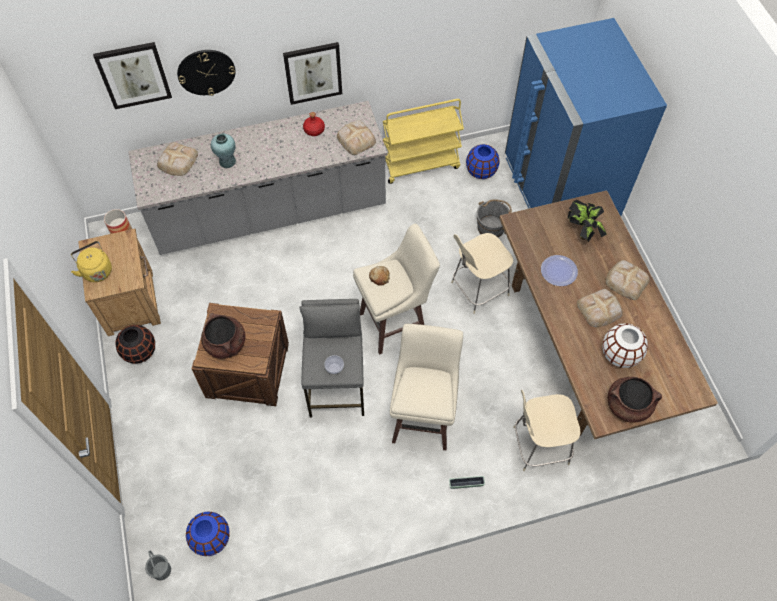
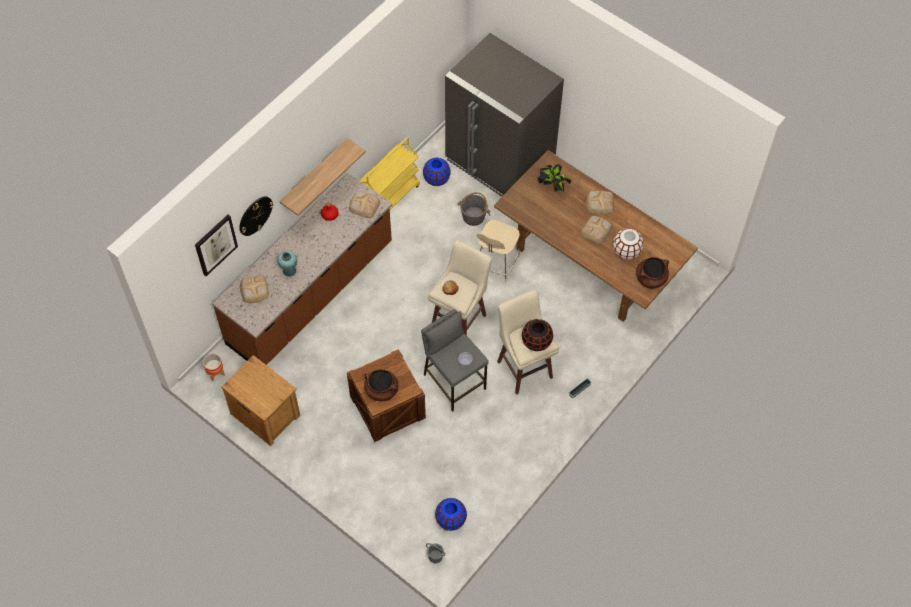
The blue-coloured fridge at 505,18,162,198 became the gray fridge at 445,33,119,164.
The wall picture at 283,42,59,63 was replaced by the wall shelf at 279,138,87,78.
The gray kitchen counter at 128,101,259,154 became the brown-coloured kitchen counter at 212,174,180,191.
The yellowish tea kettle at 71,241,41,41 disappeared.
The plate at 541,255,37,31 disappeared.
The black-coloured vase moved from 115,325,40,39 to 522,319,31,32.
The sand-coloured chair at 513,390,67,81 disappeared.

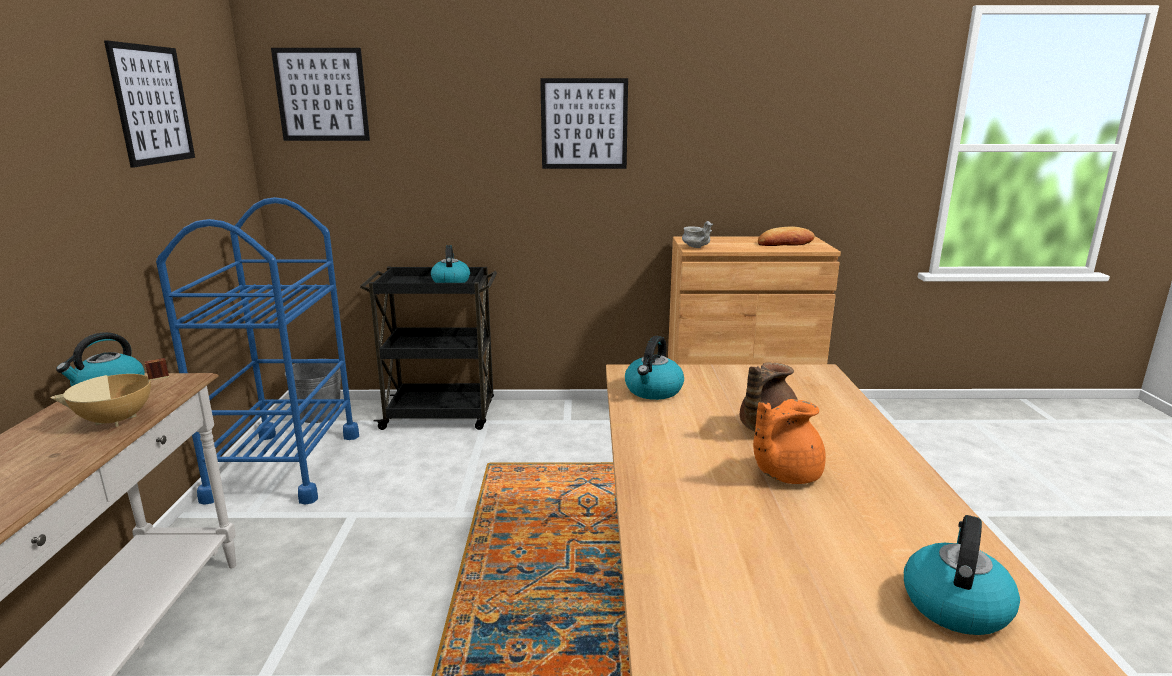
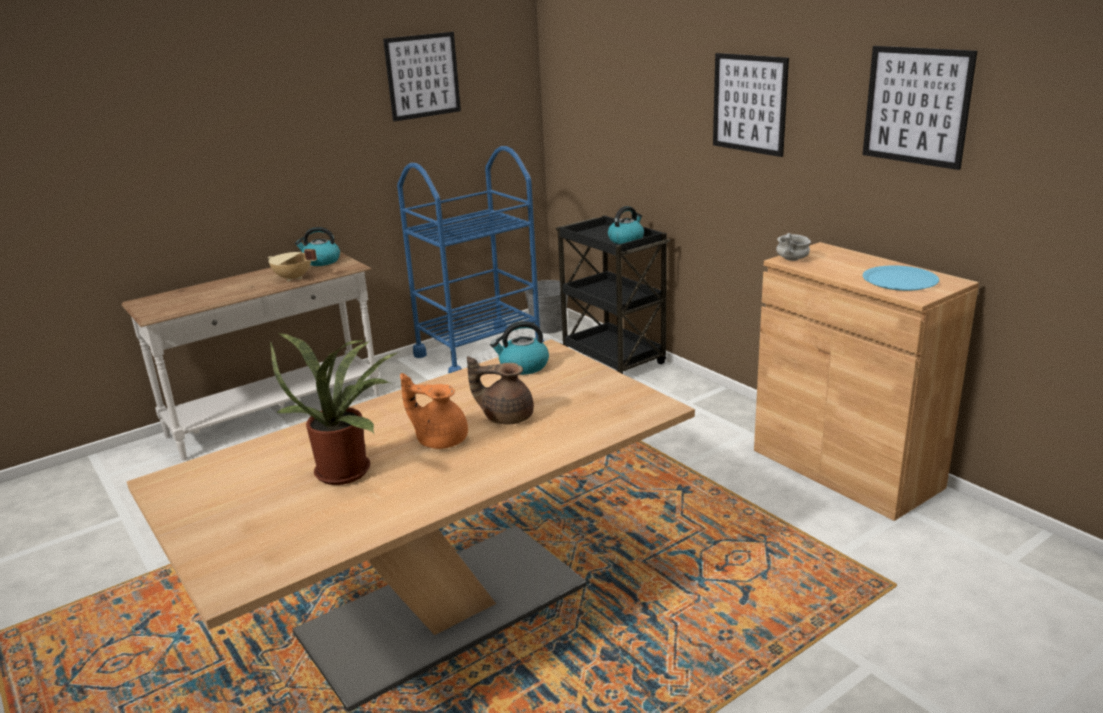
The wall picture moved from 271,48,99,93 to 863,46,114,124.
The bakery bread at 758,227,57,19 was replaced by the blue-coloured plate at 863,265,76,26.
The tea kettle at 904,515,116,120 disappeared.
The houseplant at 270,333,131,152 appeared.

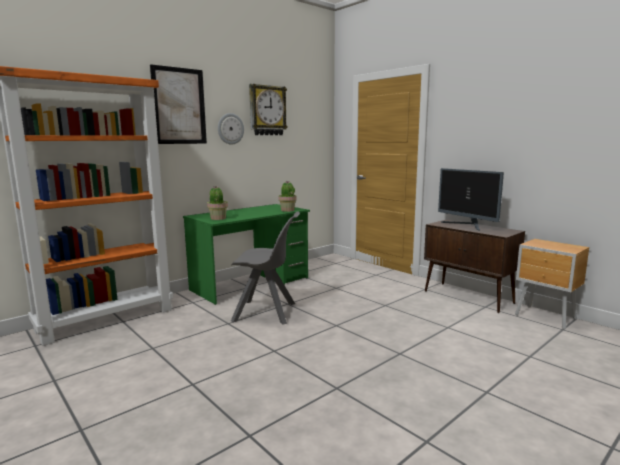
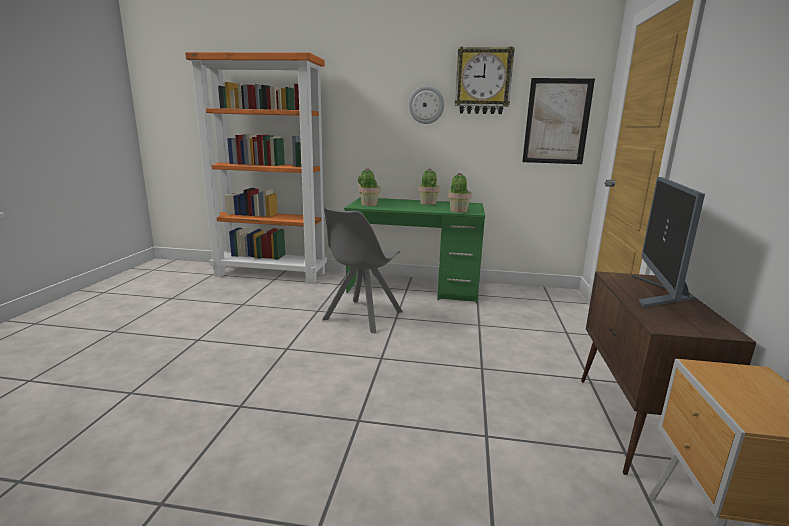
The wall picture moved from 150,64,57,80 to 522,78,73,86.
The gray chair at 231,212,69,113 turned 60 degrees clockwise.
The houseplant at 418,168,22,37 appeared.

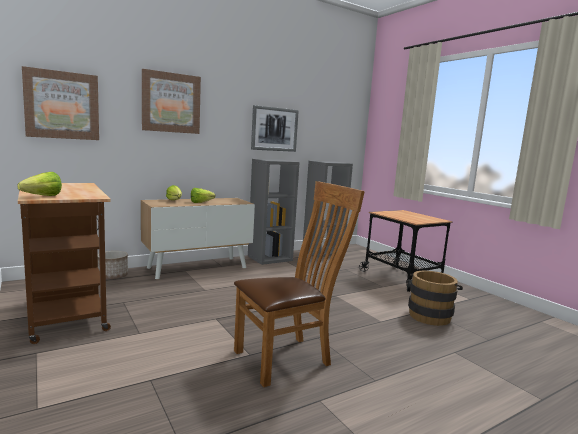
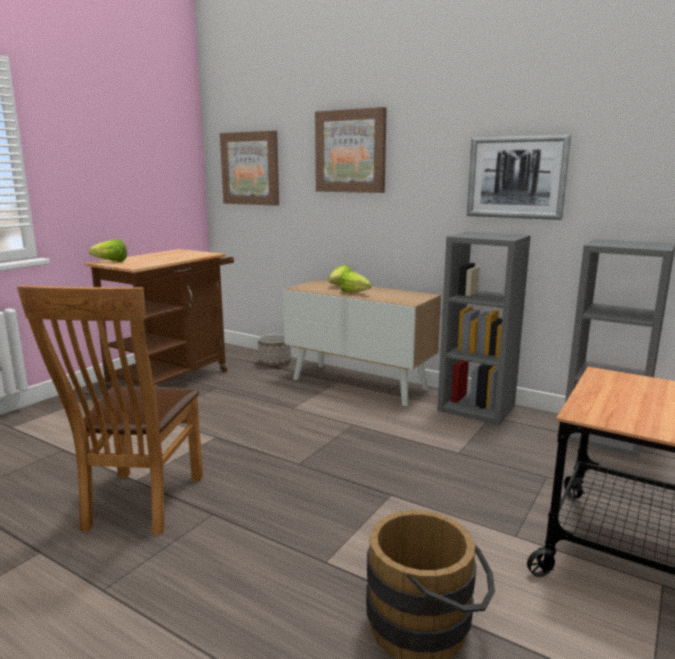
The brown-coloured chair at 234,181,131,206 turned 60 degrees clockwise.

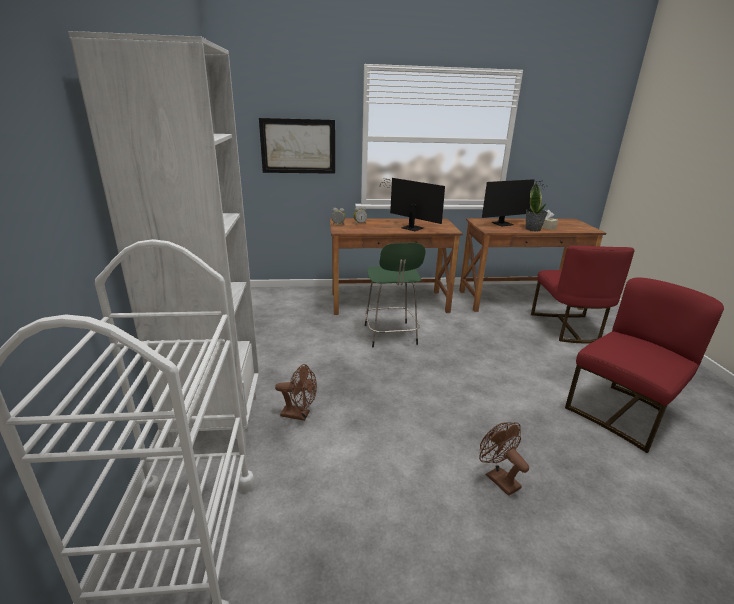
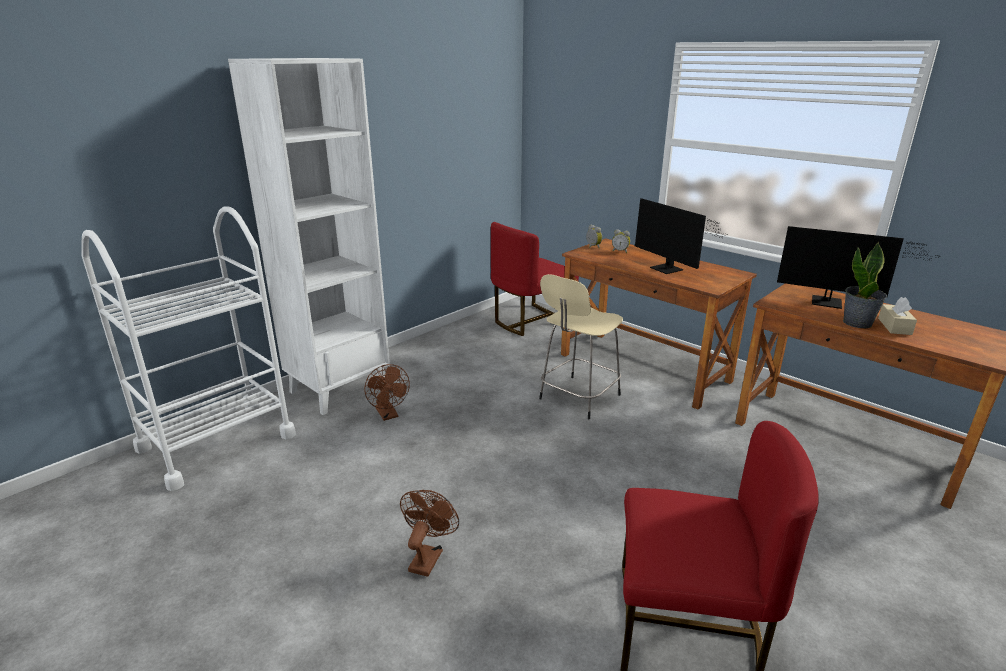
The wall picture at 259,118,76,56 disappeared.
The computer display at 379,178,66,53 turned 150 degrees clockwise.
The green-coloured stool at 365,243,61,104 became the sand-coloured stool at 539,274,84,145.
The reddish chair moved from 531,246,104,97 to 491,222,88,114.

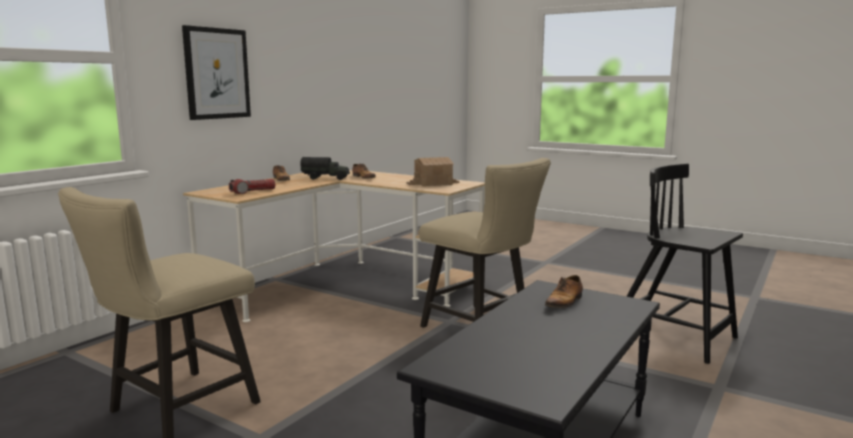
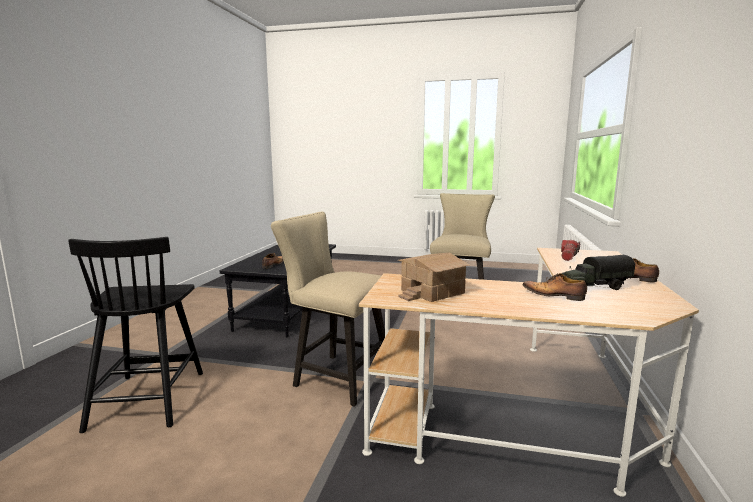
The wall picture at 182,25,69,95 disappeared.
The black-coloured chair at 626,164,117,200 turned 60 degrees clockwise.

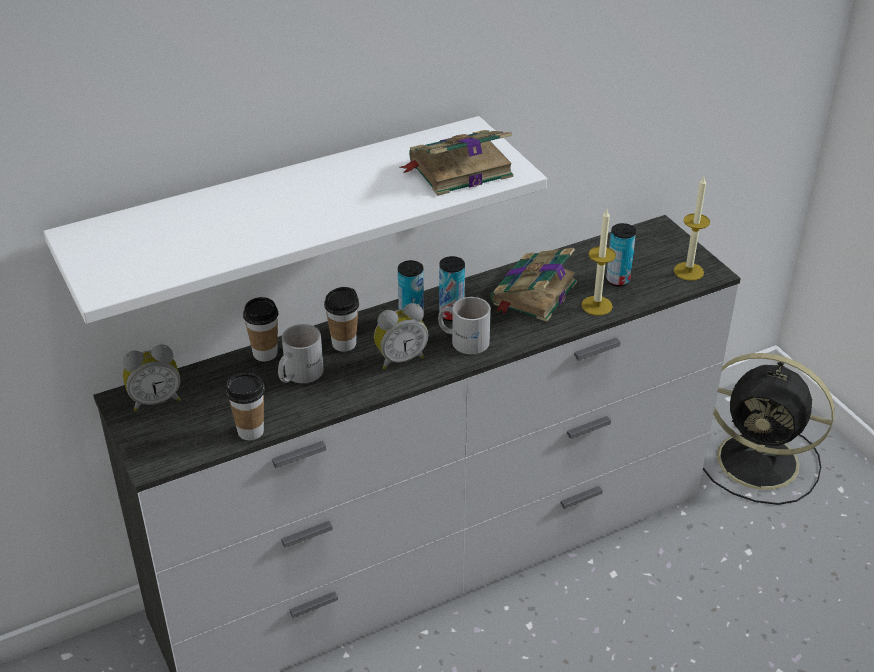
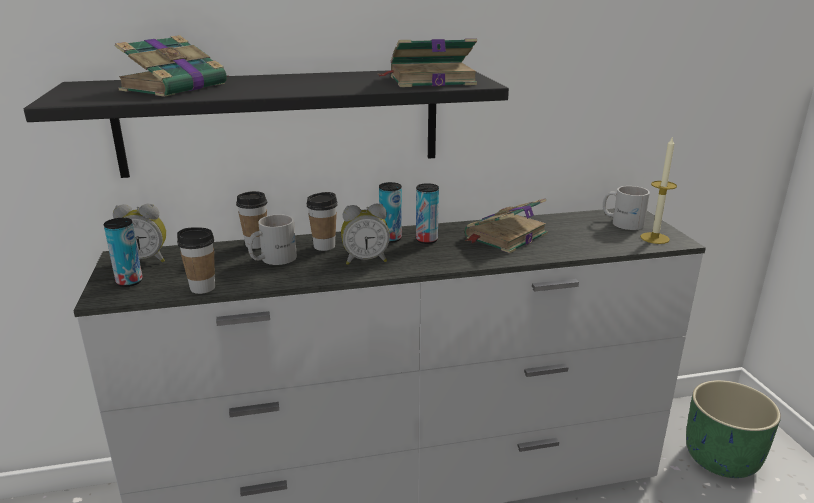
The whitish wall shelf at 44,116,503,208 became the black-coloured wall shelf at 24,70,485,108.
The wax candle at 581,209,35,107 disappeared.
The metal can moved from 606,223,30,64 to 104,218,39,69.
The whitish mug moved from 438,297,53,57 to 603,186,47,44.
The black-coloured fan at 703,353,132,152 was replaced by the green-coloured flower pot at 686,380,95,98.
The bound book at 115,35,113,62 appeared.

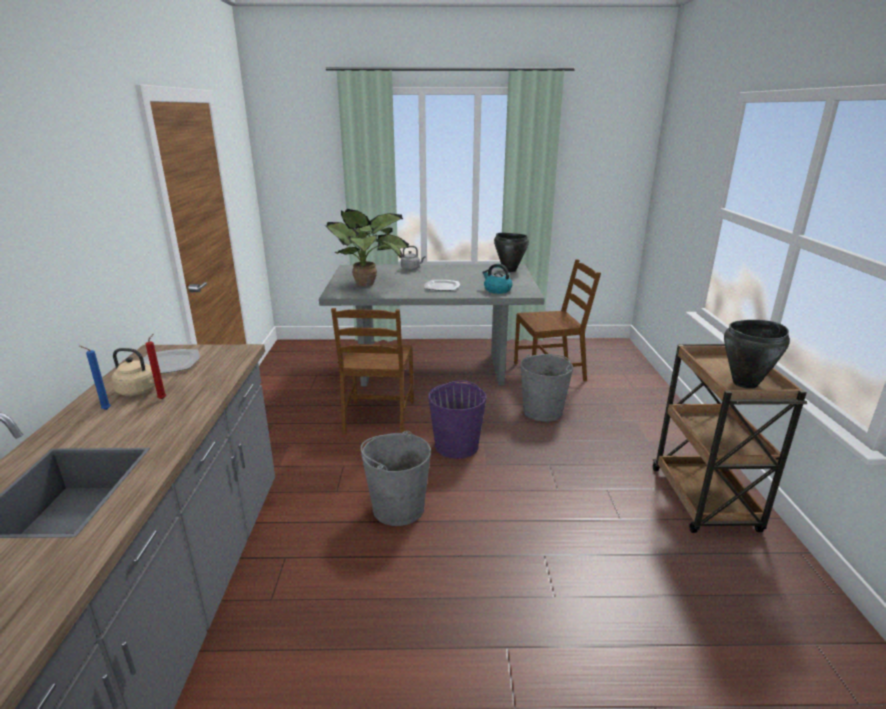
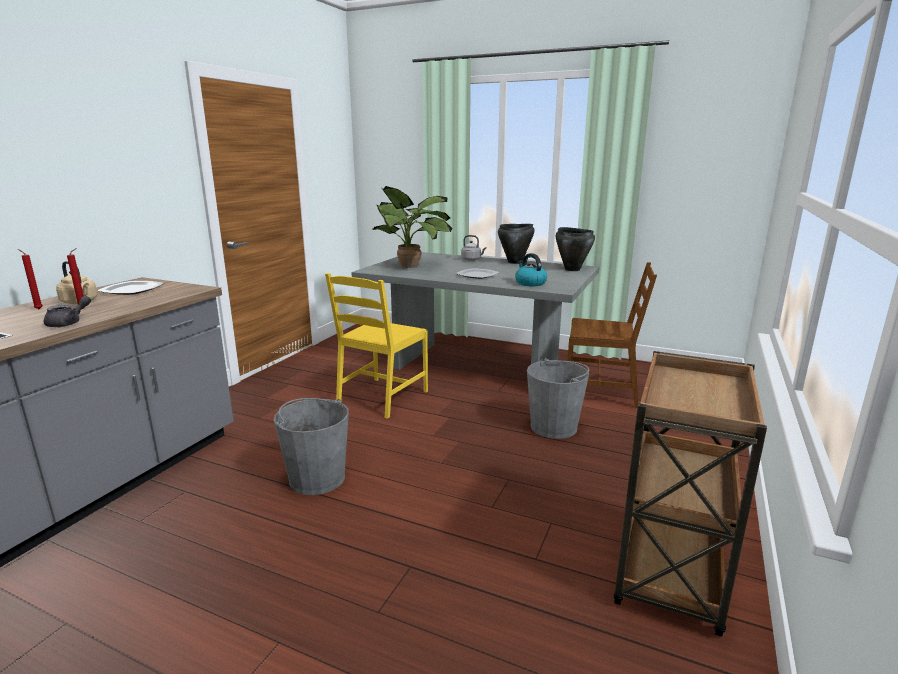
The brown-coloured chair at 331,308,83,127 became the yellowish chair at 325,273,103,146.
The black-coloured saucepot moved from 724,320,66,69 to 498,224,37,40.
The blue-coloured wax candle at 80,346,31,64 became the reddish wax candle at 18,249,25,60.
The purple pail at 428,381,59,78 disappeared.
The gray tea pot at 44,296,47,31 appeared.

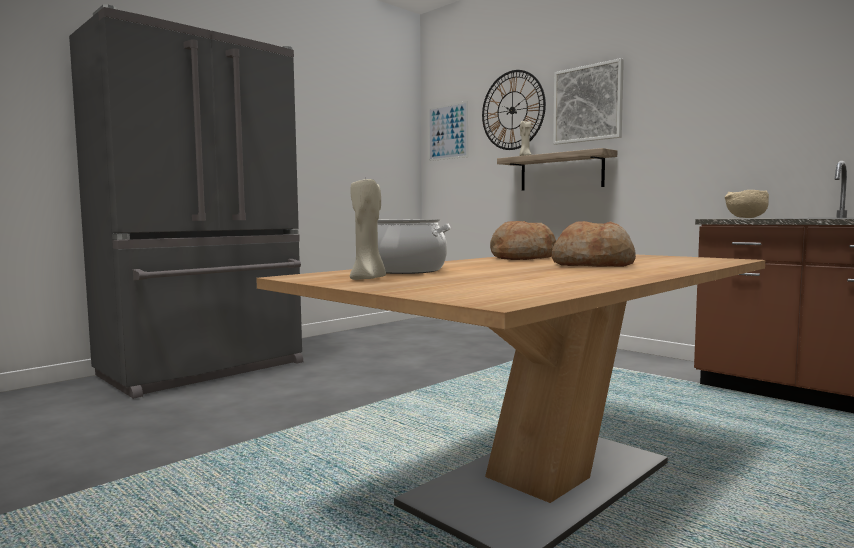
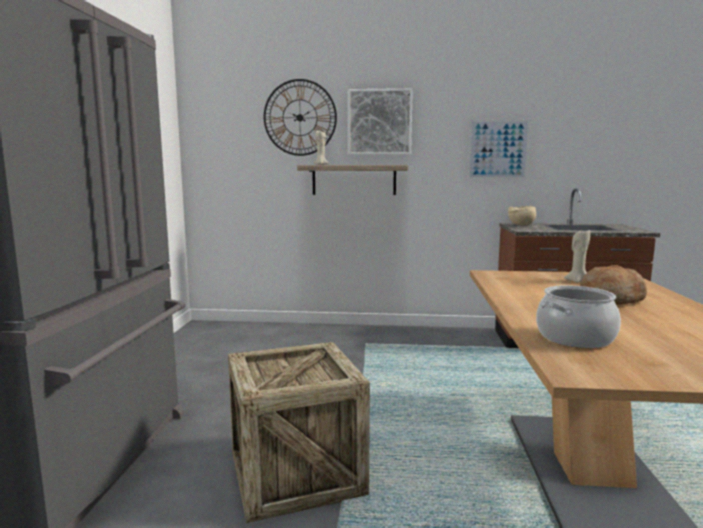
The wall picture moved from 428,101,40,60 to 468,120,62,59.
The sand-coloured wax candle moved from 350,176,36,104 to 564,230,26,53.
The bakery bread at 490,221,66,39 disappeared.
The packing crate at 228,342,142,181 appeared.

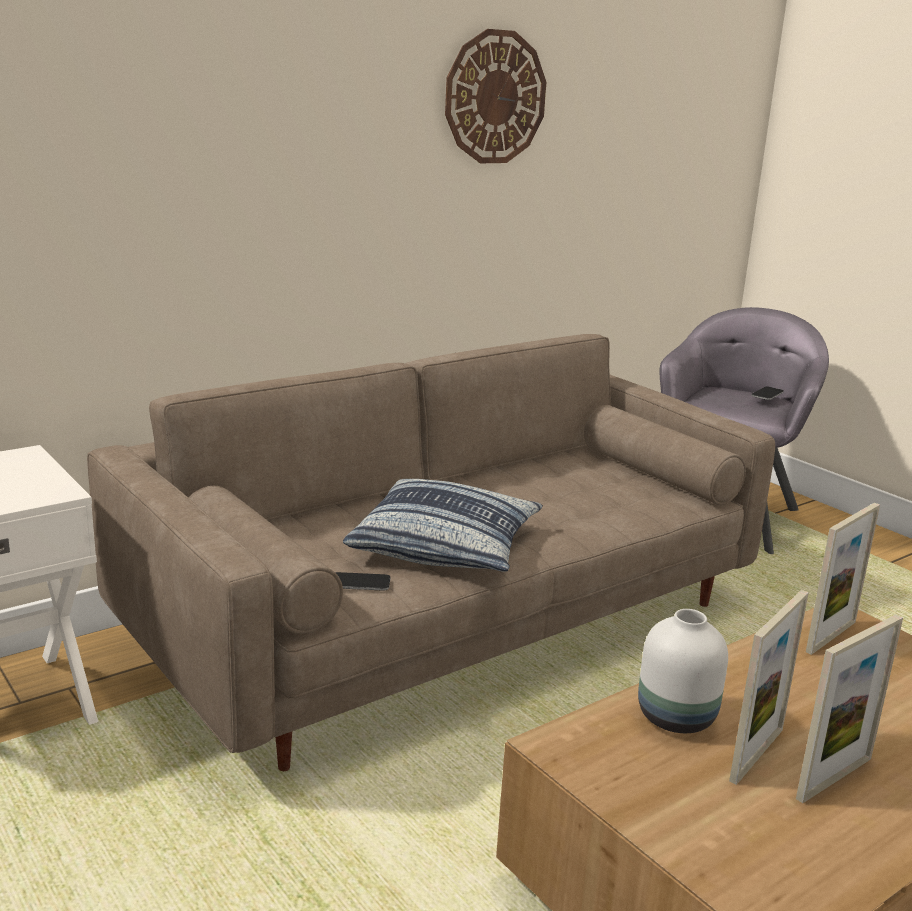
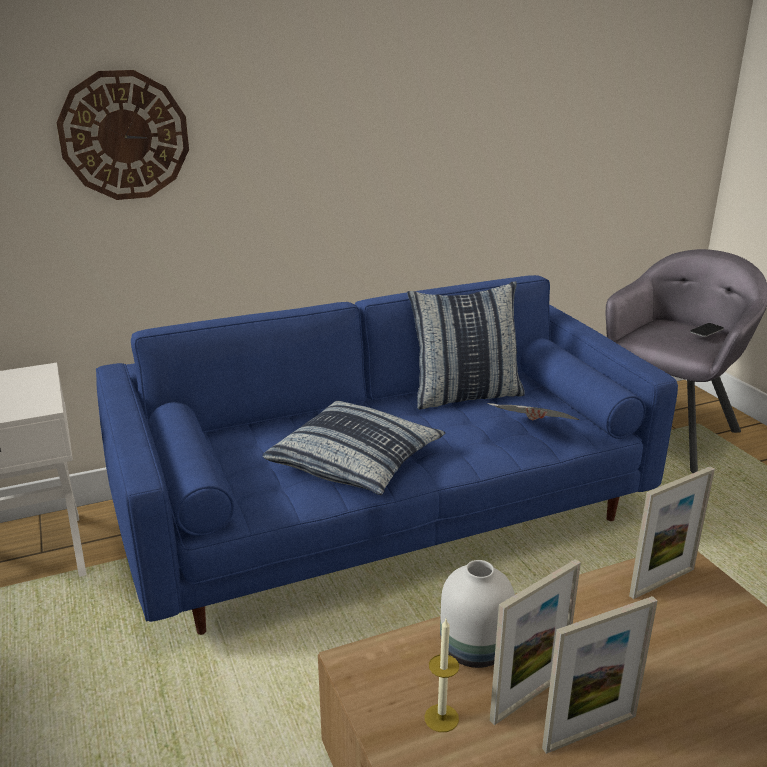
The hanging clock moved from 445,29,101,134 to 56,70,133,130.
The sand-coloured couch at 87,334,688,437 became the blue-coloured couch at 96,275,582,360.
The phone at 335,572,55,18 disappeared.
The pillow at 407,281,118,129 appeared.
The printed paper at 487,403,92,17 appeared.
The wax candle at 425,619,34,113 appeared.

